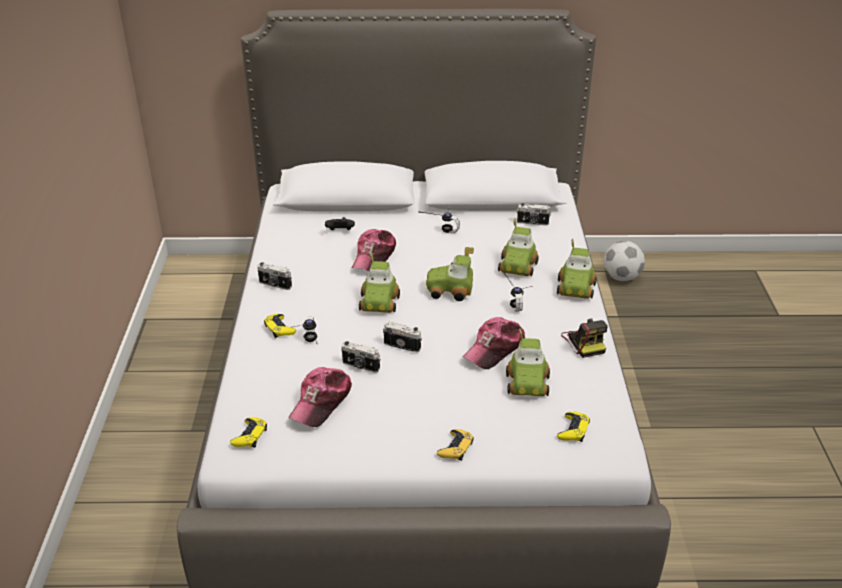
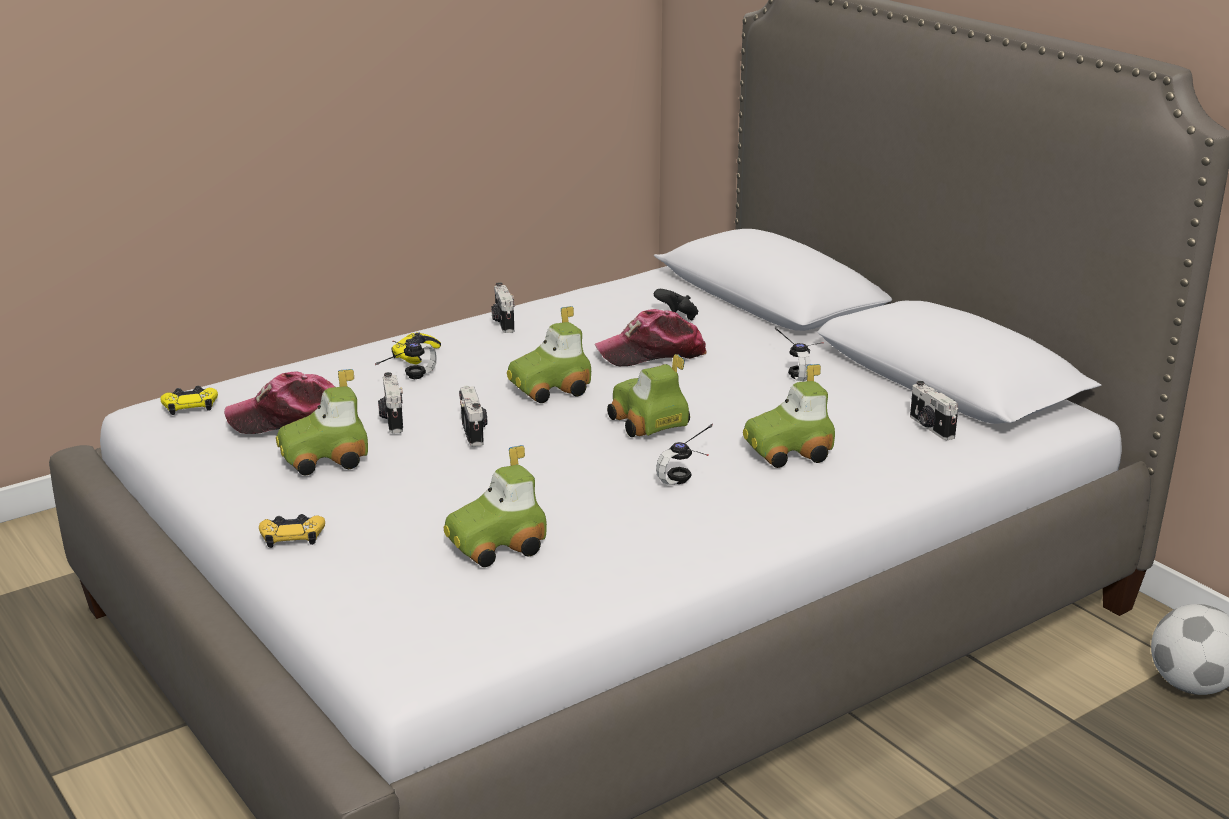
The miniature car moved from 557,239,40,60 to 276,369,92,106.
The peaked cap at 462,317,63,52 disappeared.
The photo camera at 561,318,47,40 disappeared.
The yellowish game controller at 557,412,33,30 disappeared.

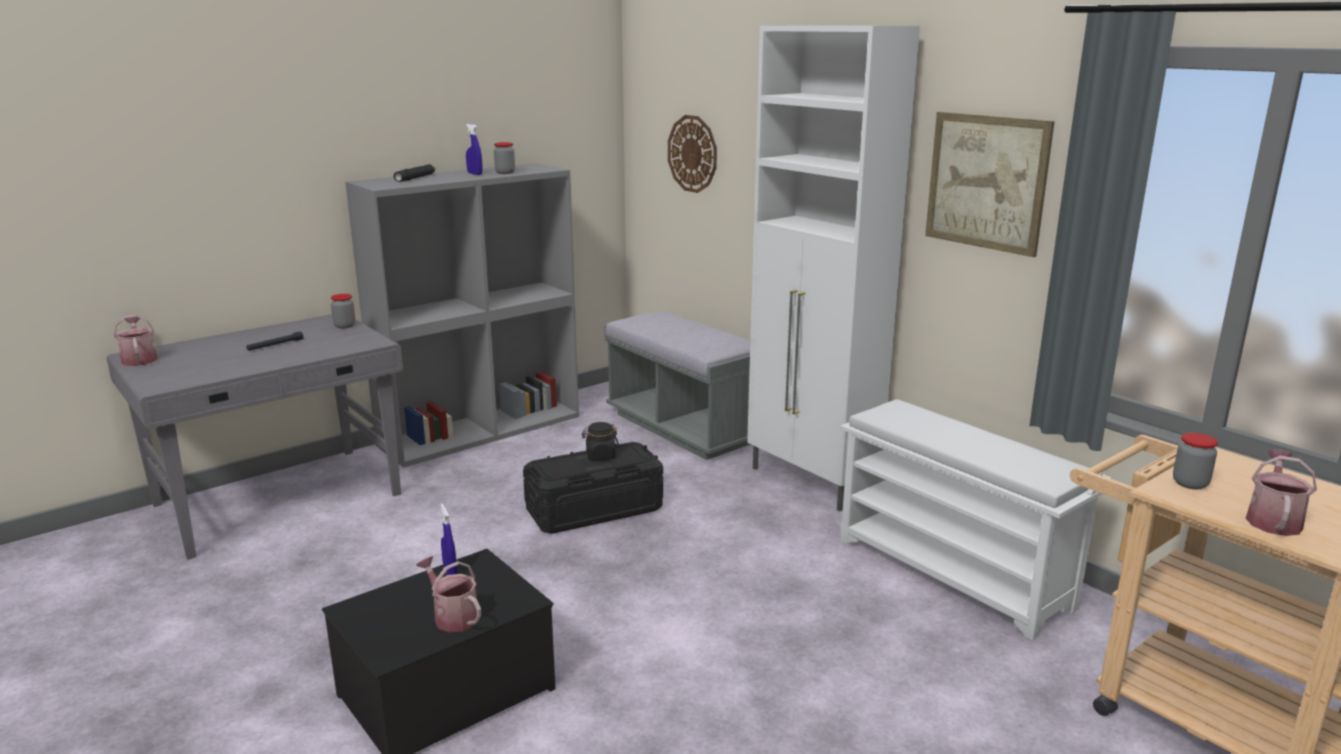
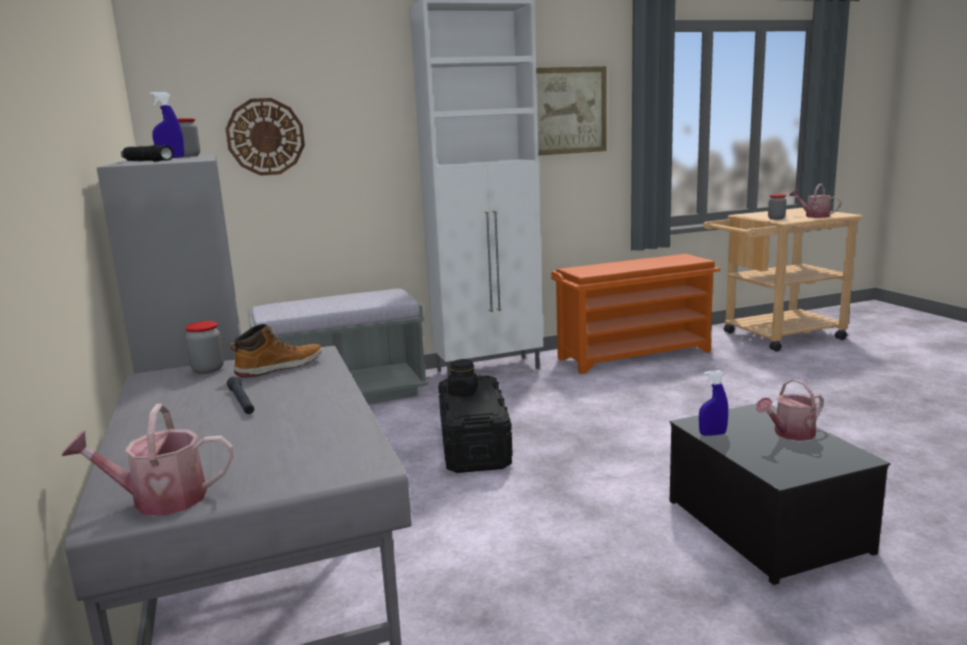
The whitish shoe stand at 840,399,272,242 became the orangey shoe stand at 551,254,169,120.
The boot at 230,324,92,54 appeared.

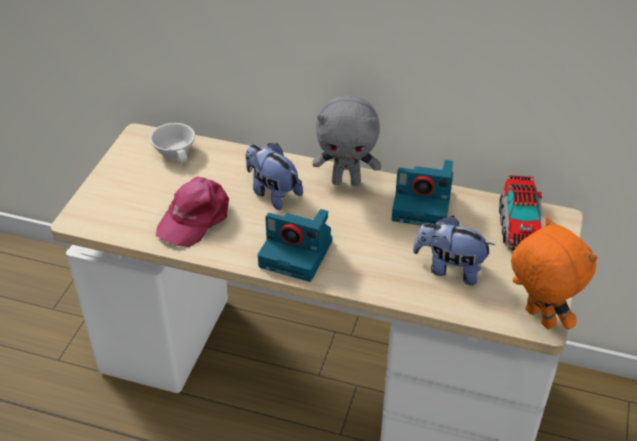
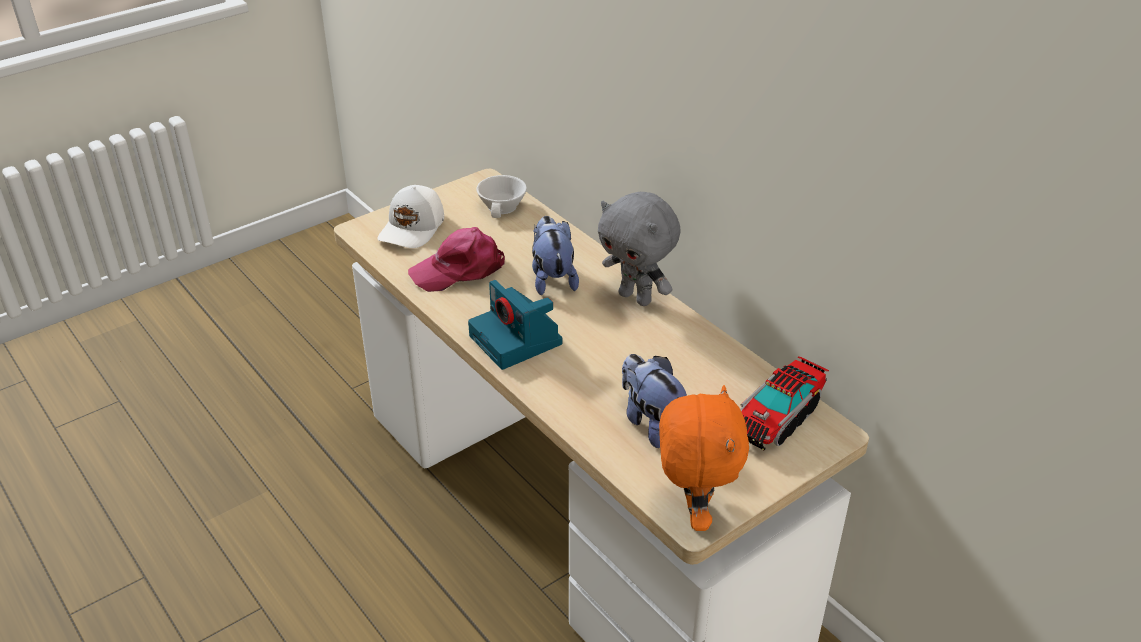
The photo camera at 392,160,61,67 disappeared.
The whitish peaked cap at 377,185,67,63 appeared.

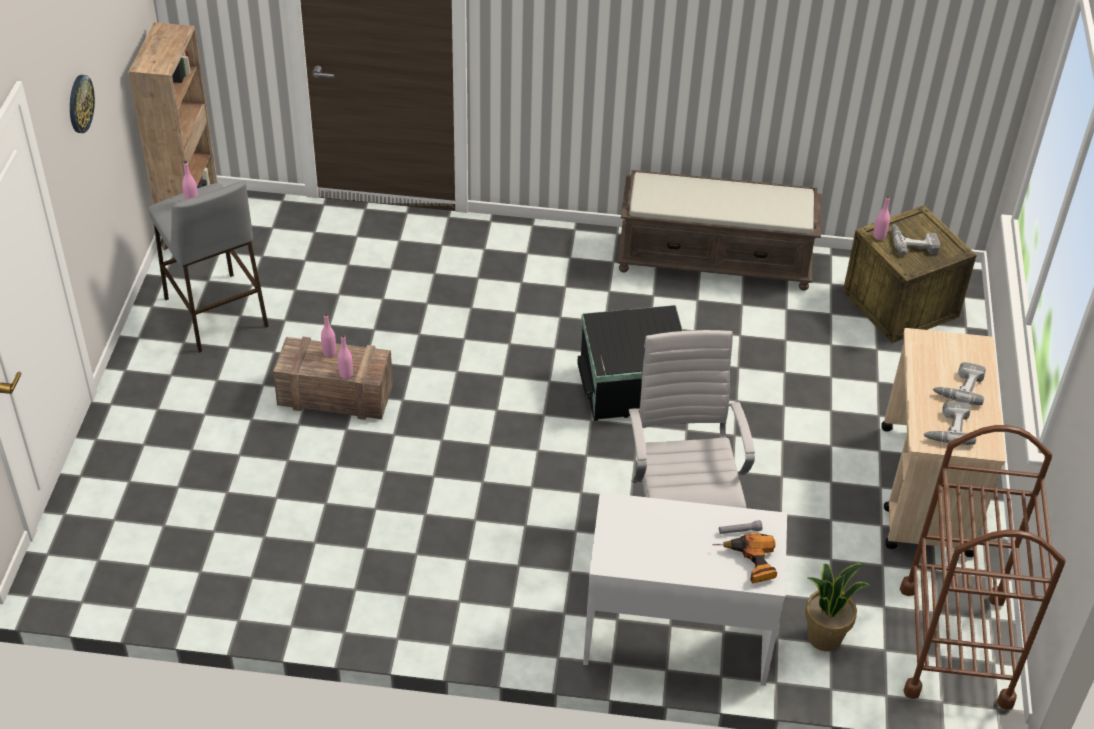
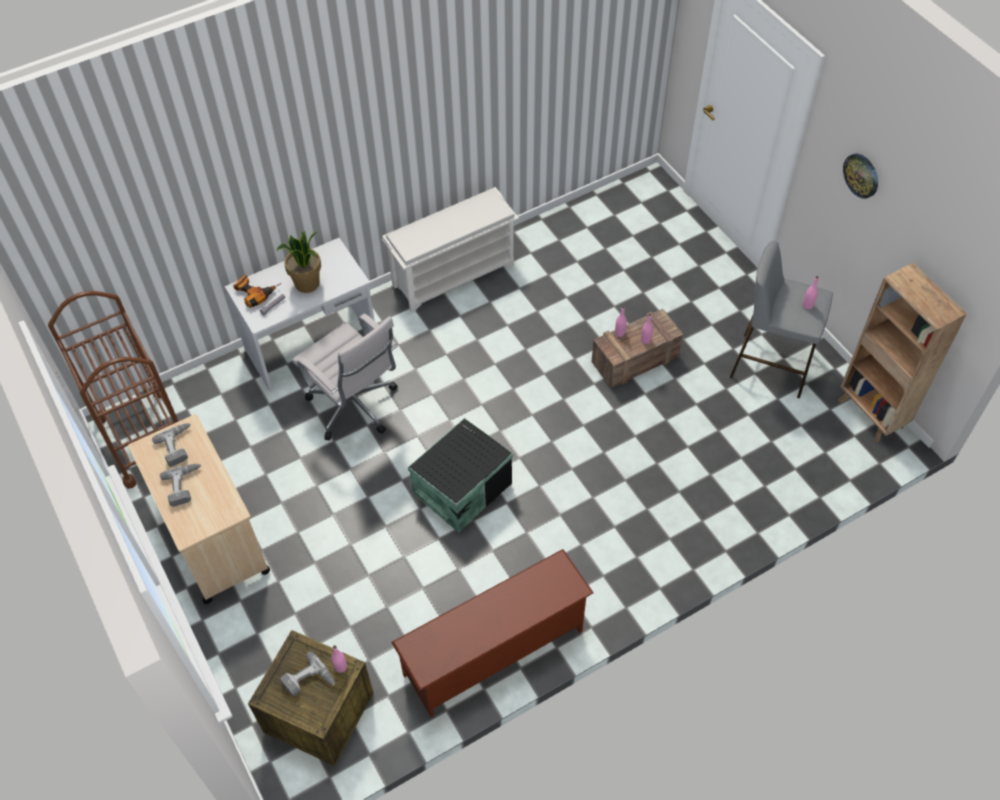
The brown-coloured long seat at 617,170,204,121 was replaced by the brown-coloured shoe stand at 391,549,203,169.
The houseplant moved from 805,563,66,88 to 276,231,45,62.
The whitish shoe stand at 382,187,137,125 appeared.

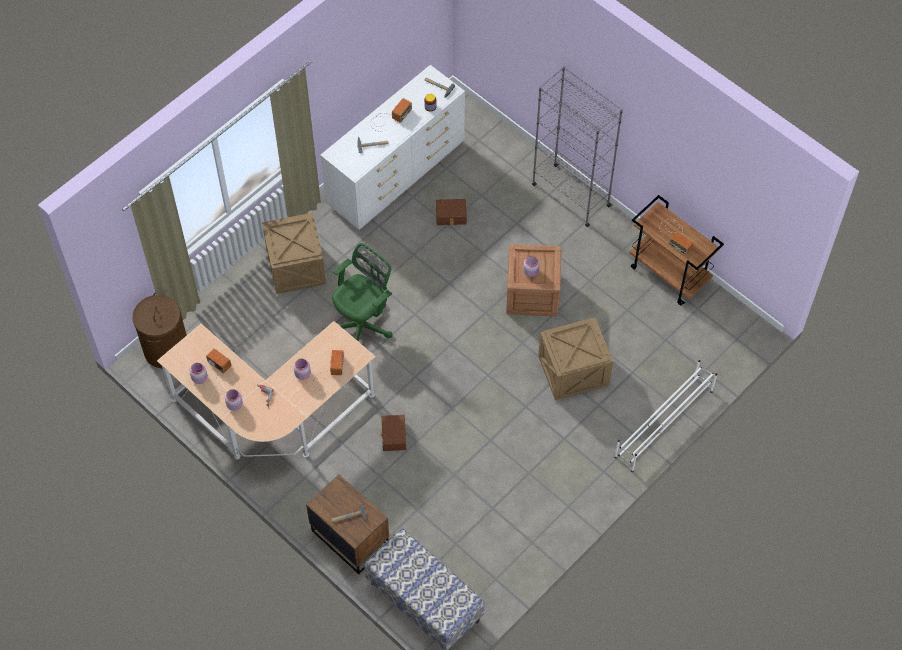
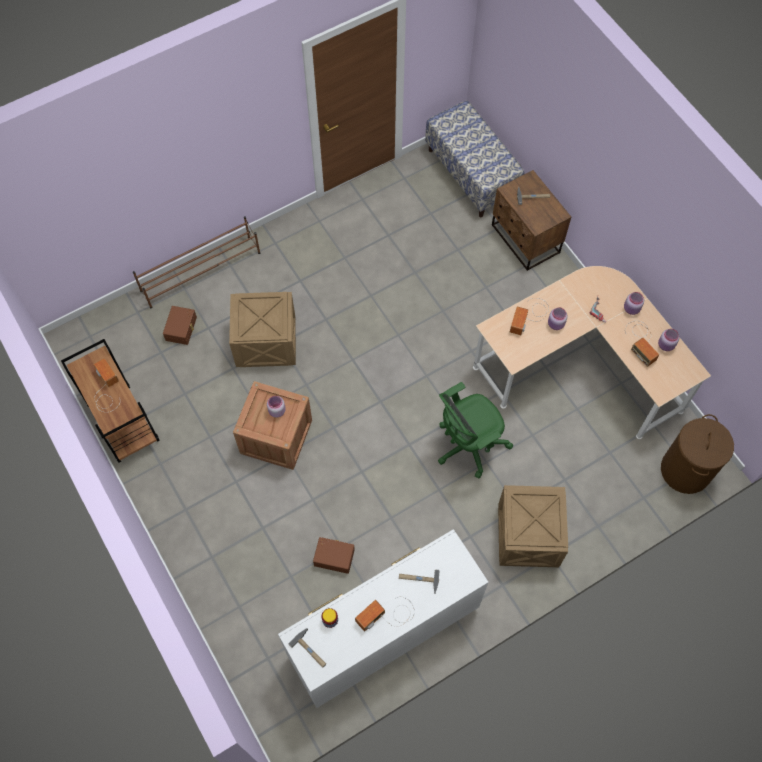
The gray bookcase at 532,66,91,161 disappeared.
The whitish shoe stand at 614,360,103,112 became the brown-coloured shoe stand at 133,216,127,93.
The brown-coloured storage box moved from 380,415,26,36 to 163,306,34,39.

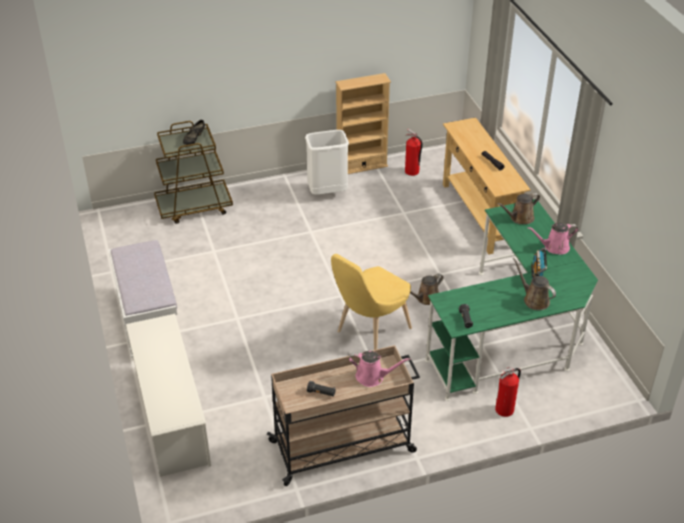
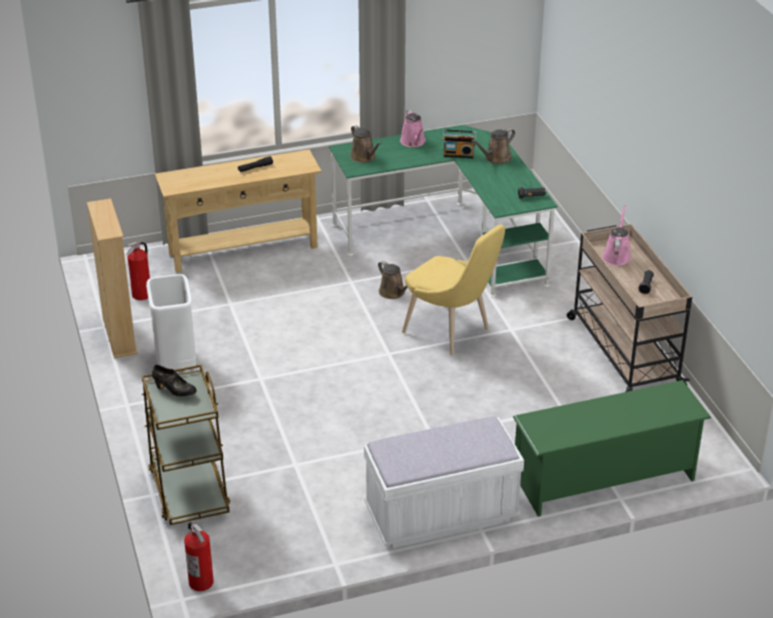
The whitish shoe stand at 126,314,85,163 became the green-coloured shoe stand at 513,380,198,137.
The extinguisher moved from 495,367,26,50 to 184,522,30,69.

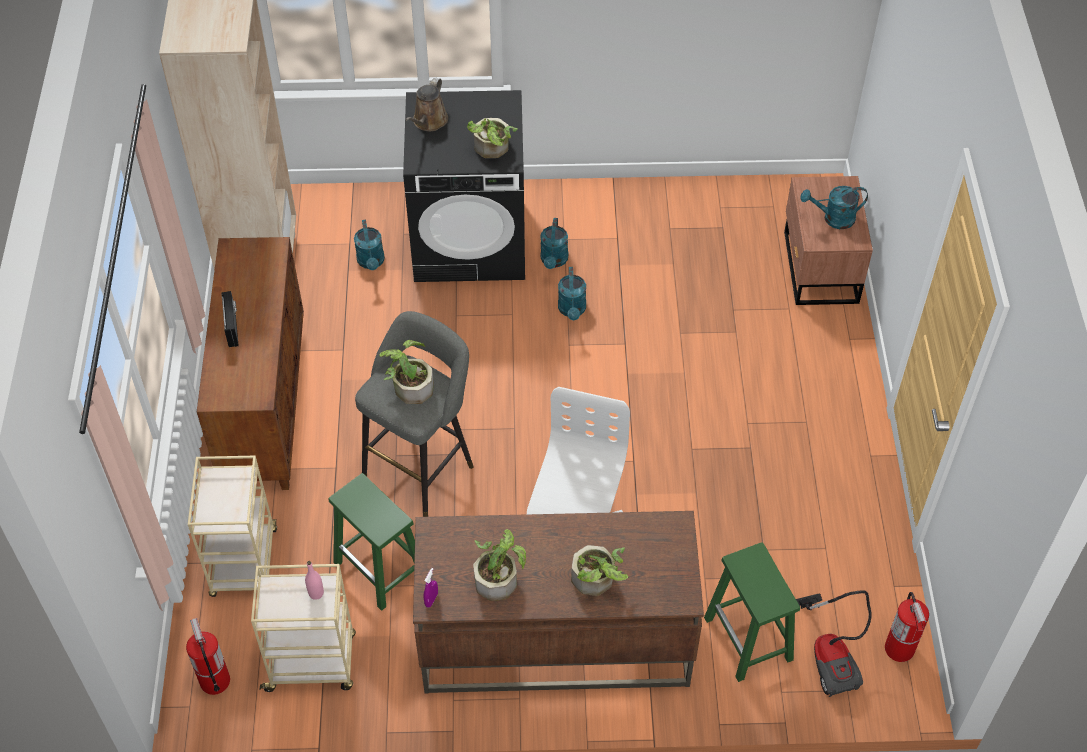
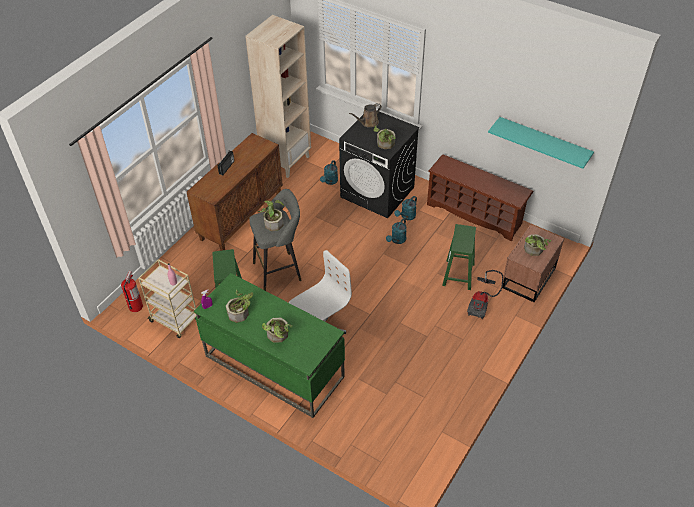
The turquoise-coloured watering pot at 800,186,68,43 was replaced by the houseplant at 524,234,27,22.
The sand-coloured trolley at 188,456,89,141 disappeared.
The brown-coloured desk table at 413,511,291,182 became the green-coloured desk table at 194,273,151,145.
The green-coloured stool moved from 704,542,96,140 to 442,224,34,66.
The hoover moved from 796,590,75,107 to 467,270,36,49.
The extinguisher at 885,592,44,70 disappeared.
The turquoise-coloured wall shelf at 488,117,106,52 appeared.
The brown-coloured shoe stand at 427,154,107,87 appeared.

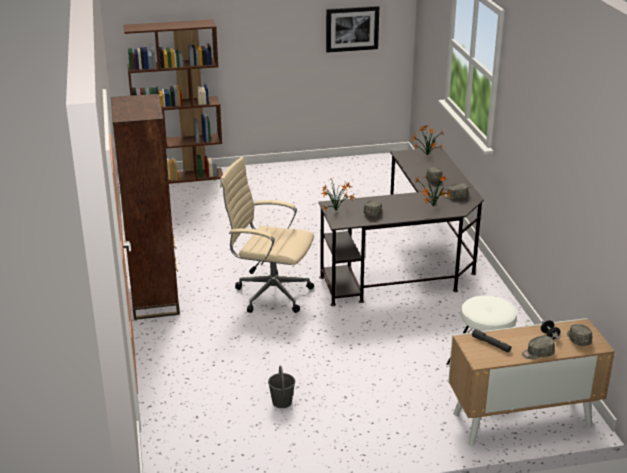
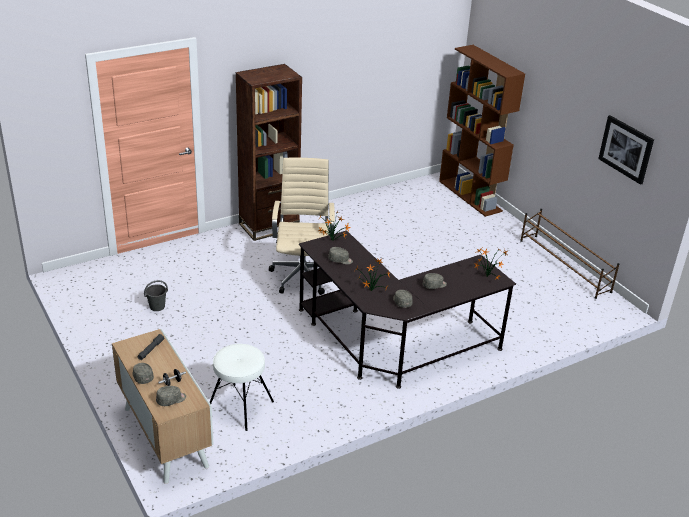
The brown-coloured shoe stand at 520,209,99,90 appeared.

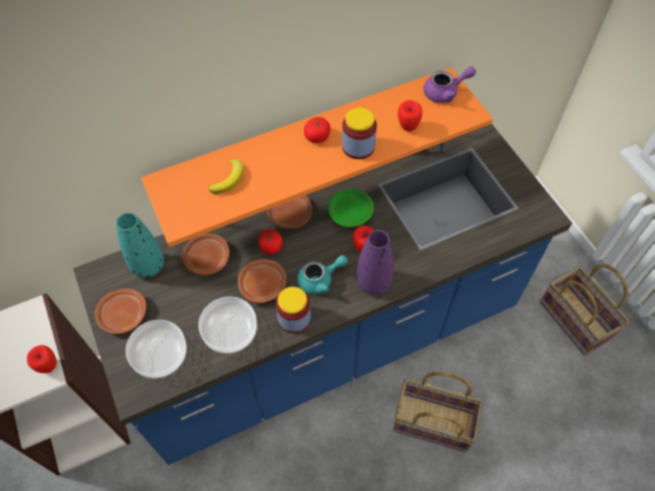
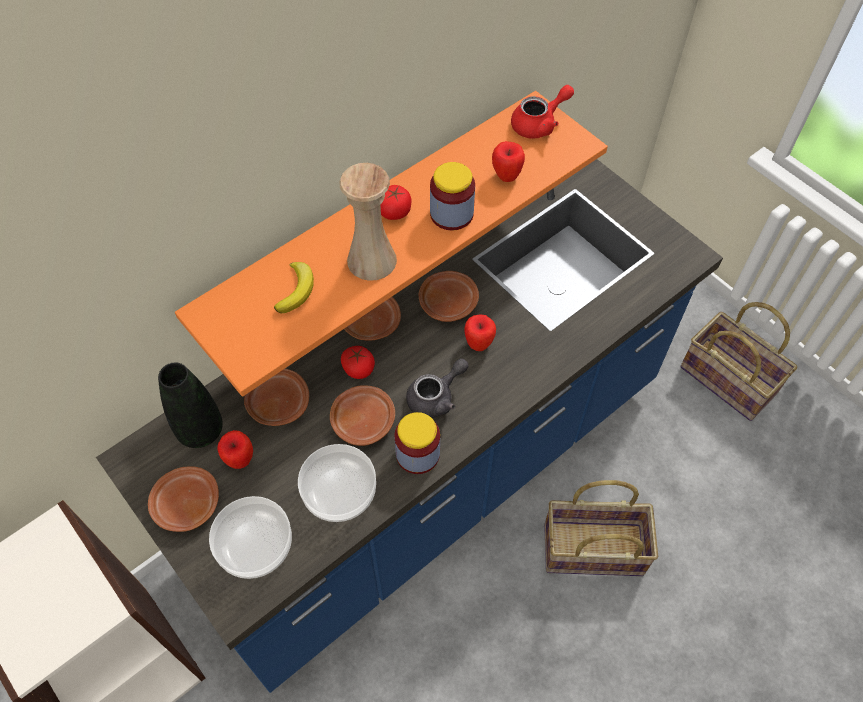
The purple tea pot at 423,66,53,37 became the reddish tea pot at 511,85,63,54.
The green-coloured plate at 328,189,46,38 became the brown-coloured plate at 419,271,60,51.
The turquoise-coloured vase at 116,213,48,65 became the black-coloured vase at 158,362,65,86.
The purple vase at 357,230,37,65 disappeared.
The turquoise-coloured tea pot at 297,255,51,39 became the gray tea pot at 406,358,62,60.
The apple fruit moved from 27,345,30,28 to 217,430,36,39.
The sand-coloured vase at 340,163,57,118 appeared.

